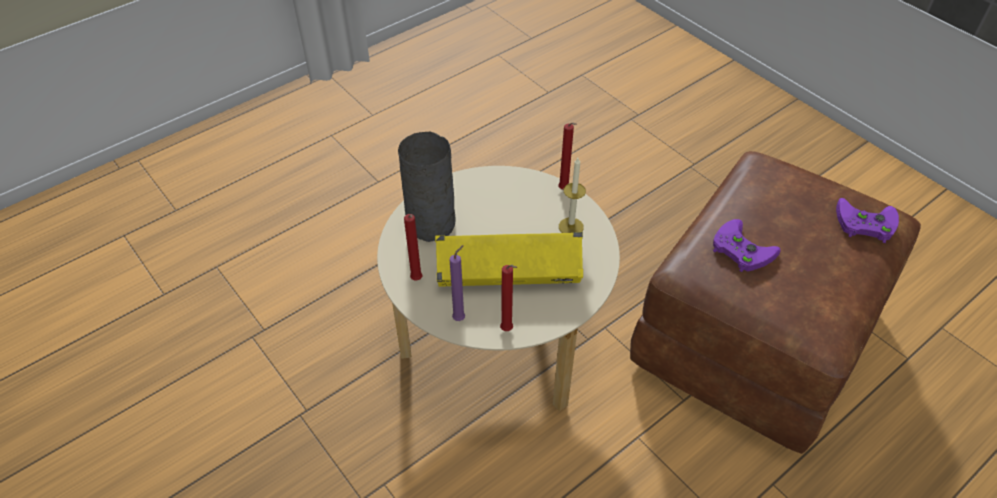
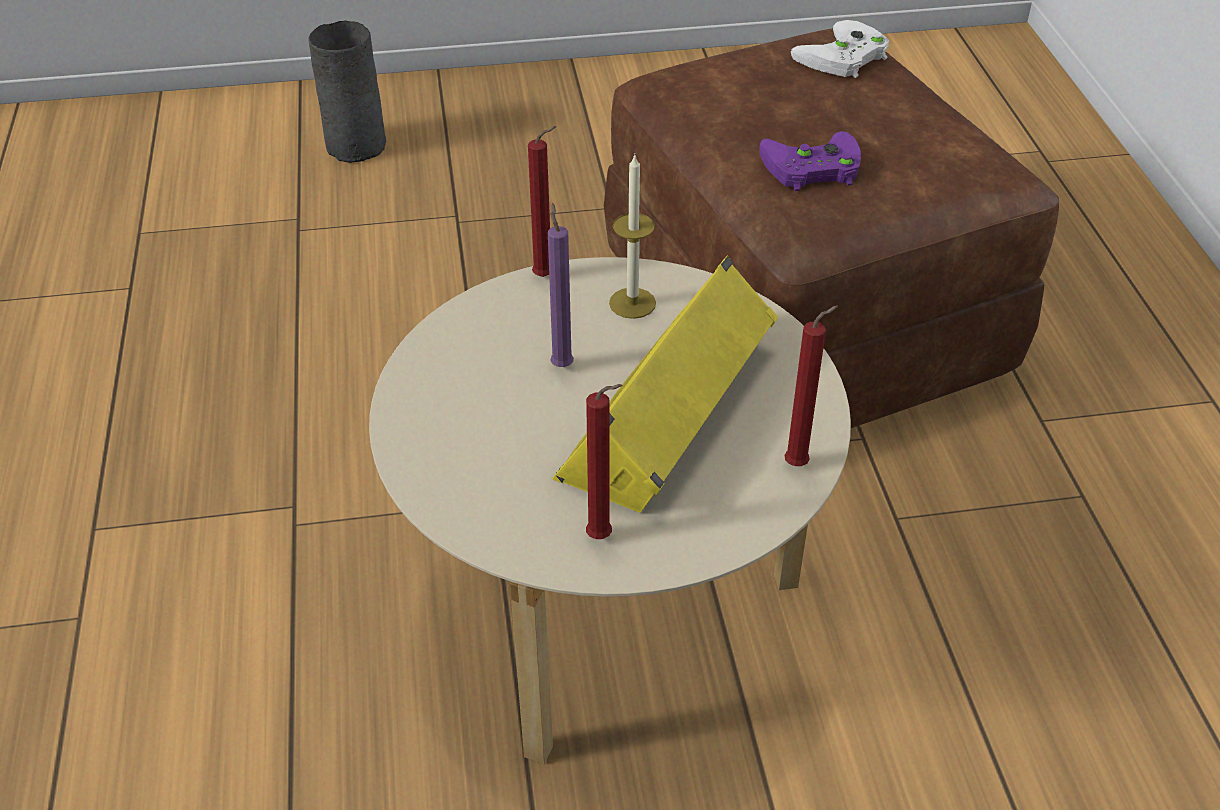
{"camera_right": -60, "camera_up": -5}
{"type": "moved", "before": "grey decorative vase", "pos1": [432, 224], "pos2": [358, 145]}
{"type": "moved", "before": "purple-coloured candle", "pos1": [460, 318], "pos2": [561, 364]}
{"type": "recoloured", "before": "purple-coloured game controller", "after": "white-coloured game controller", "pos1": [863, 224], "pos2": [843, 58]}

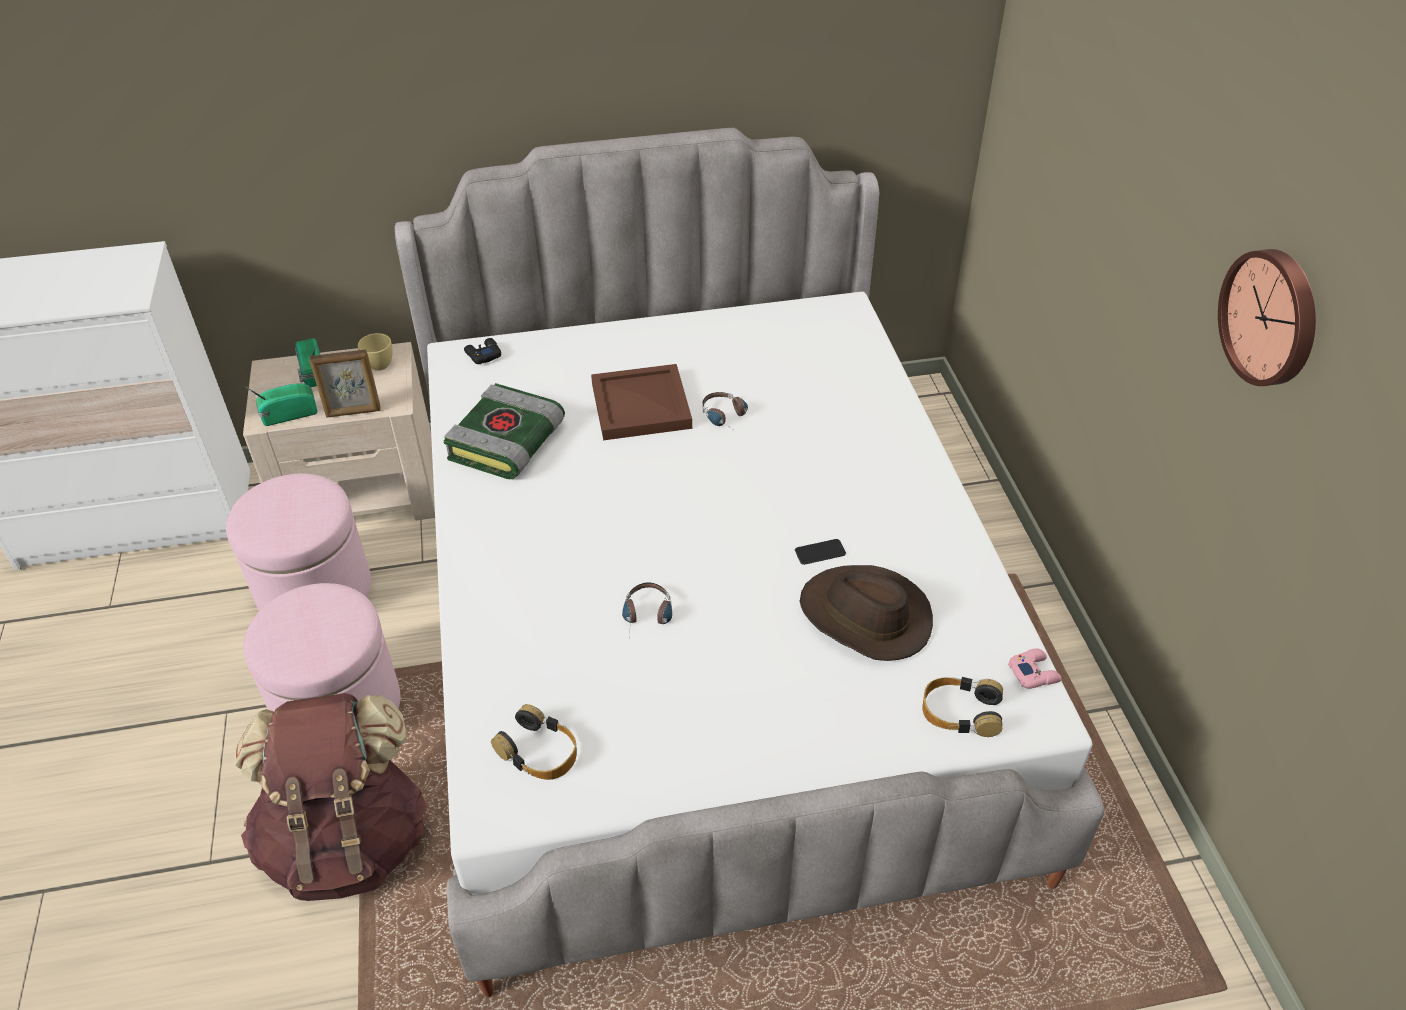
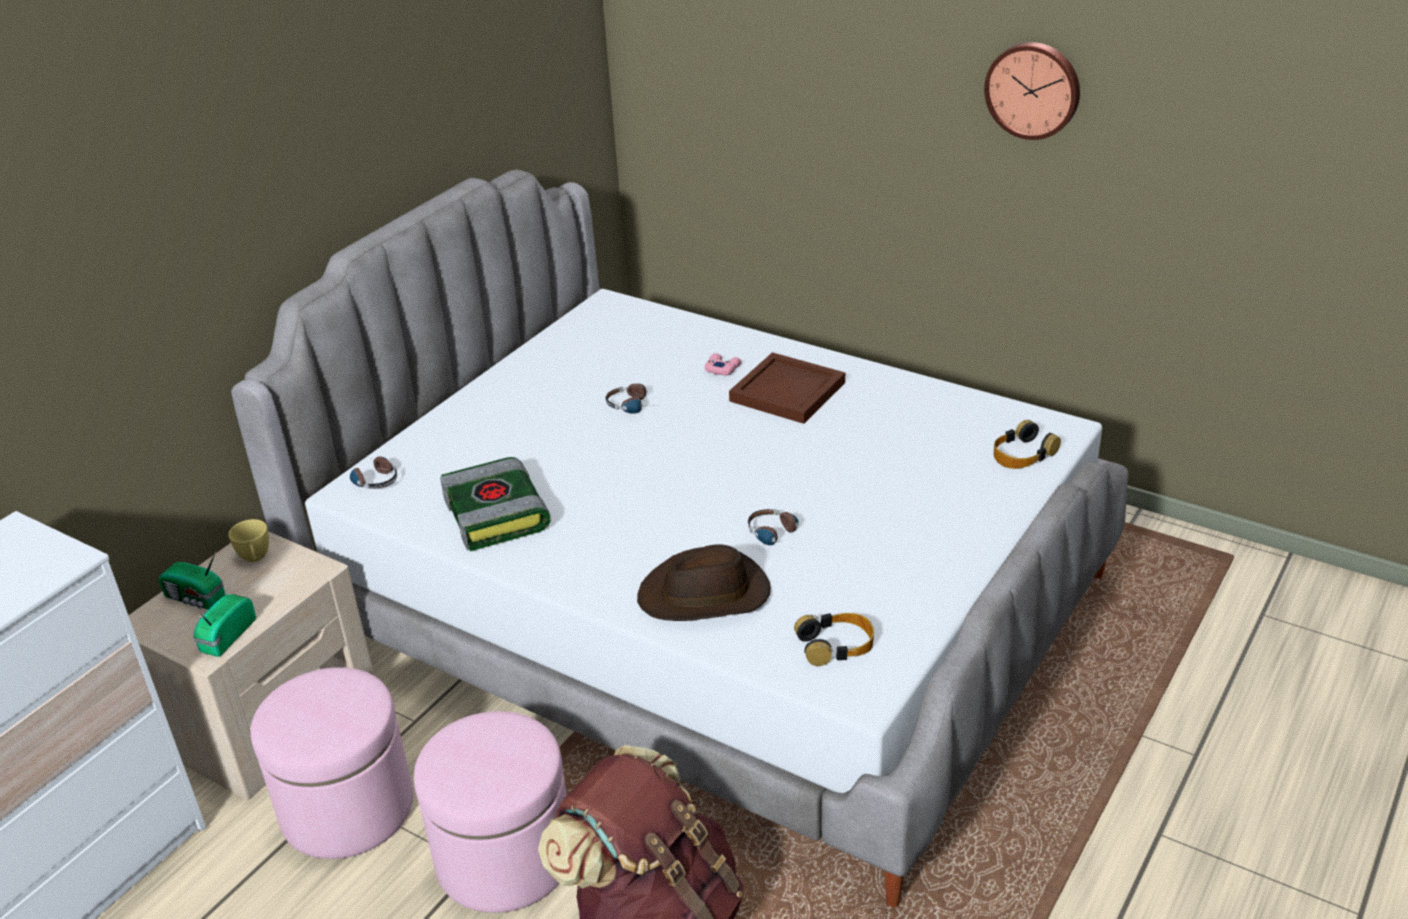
{"camera_right": -45, "camera_up": -10}
{"type": "removed", "before": "picture frame", "pos1": [353, 412]}
{"type": "replaced", "before": "blackish game controller", "after": "headphones", "pos1": [483, 355], "pos2": [372, 479]}
{"type": "moved", "before": "brownish carrying tray", "pos1": [642, 406], "pos2": [789, 391]}
{"type": "removed", "before": "telephone", "pos1": [820, 552]}
{"type": "moved", "before": "brownish wearable hat", "pos1": [865, 617], "pos2": [705, 594]}
{"type": "moved", "before": "pinkish game controller", "pos1": [1033, 673], "pos2": [722, 368]}

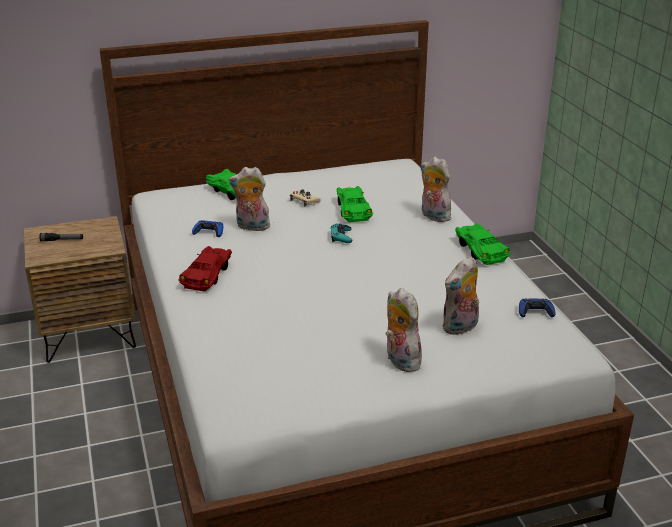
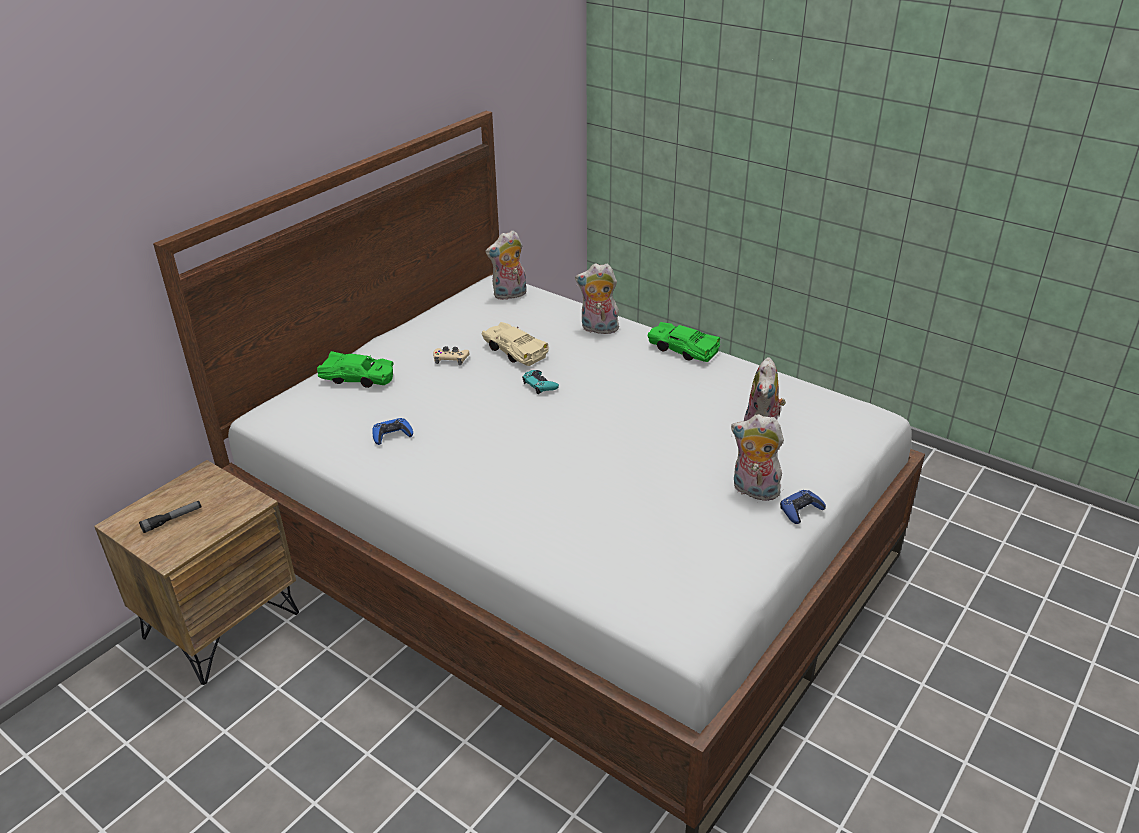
{"camera_right": -35, "camera_up": 5}
{"type": "removed", "before": "red miniature car", "pos1": [208, 275]}
{"type": "moved", "before": "plush toy", "pos1": [251, 227], "pos2": [509, 295]}
{"type": "recoloured", "before": "green miniature car", "after": "sand-coloured miniature car", "pos1": [353, 210], "pos2": [514, 351]}
{"type": "moved", "before": "blue game controller", "pos1": [535, 312], "pos2": [801, 510]}

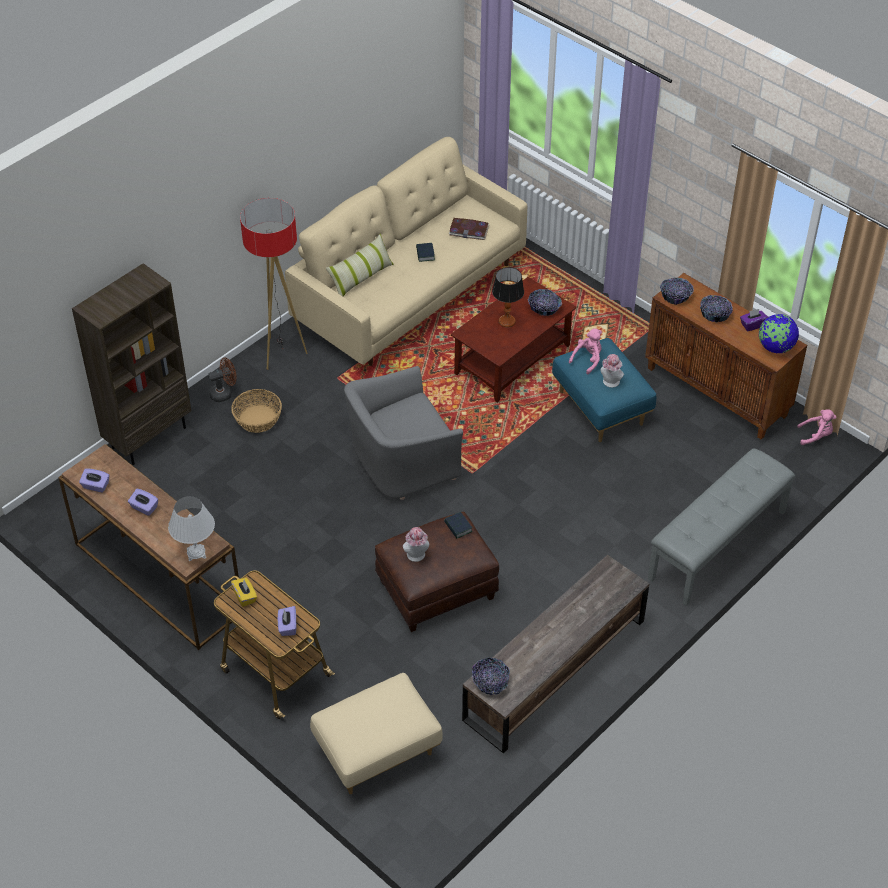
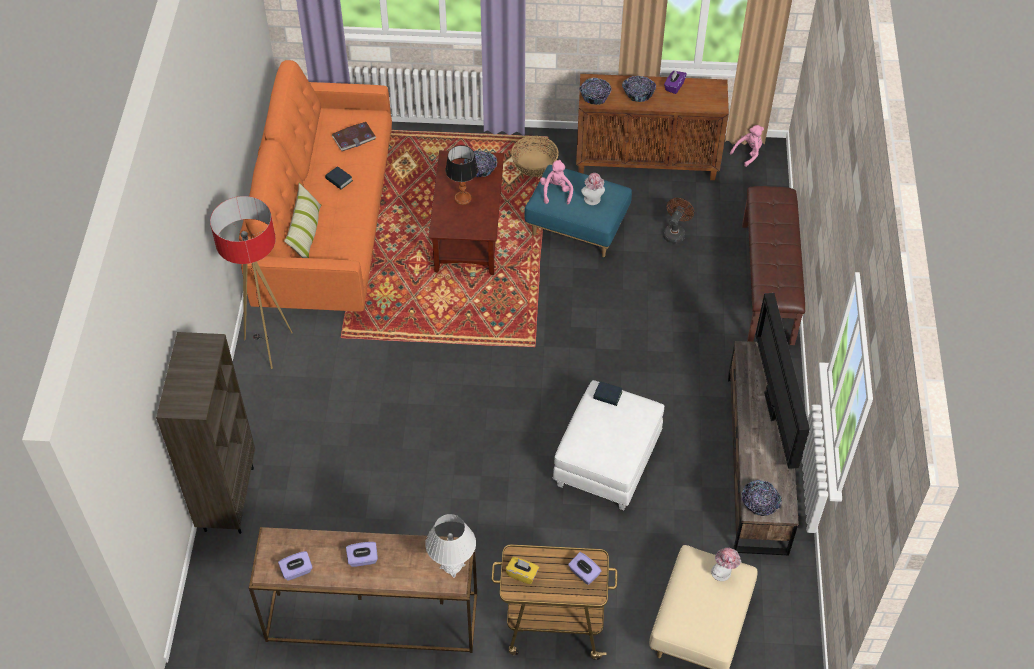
{"camera_right": -40, "camera_up": 5}
{"type": "moved", "before": "brownish cooling fan", "pos1": [224, 393], "pos2": [675, 232]}
{"type": "moved", "before": "basket", "pos1": [258, 418], "pos2": [534, 164]}
{"type": "recoloured", "before": "sand-coloured settee", "after": "orangey settee", "pos1": [410, 293], "pos2": [326, 226]}
{"type": "removed", "before": "grey easy chair", "pos1": [402, 461]}
{"type": "recoloured", "before": "brownish pouffe", "after": "white-coloured pouffe", "pos1": [437, 589], "pos2": [606, 460]}
{"type": "moved", "before": "wearable hat", "pos1": [416, 556], "pos2": [723, 573]}
{"type": "recoloured", "before": "grey bench", "after": "brownish bench", "pos1": [718, 545], "pos2": [768, 283]}
{"type": "removed", "before": "globe", "pos1": [775, 347]}
{"type": "added", "after": "television", "pos2": [772, 408]}

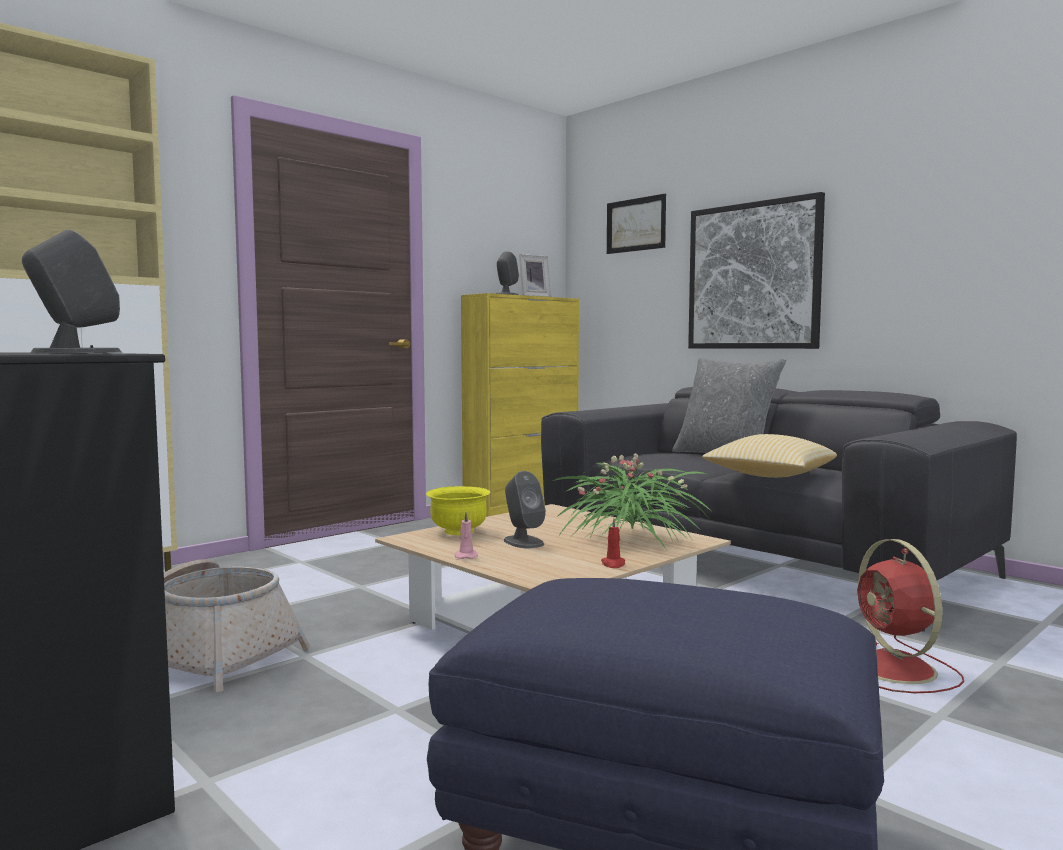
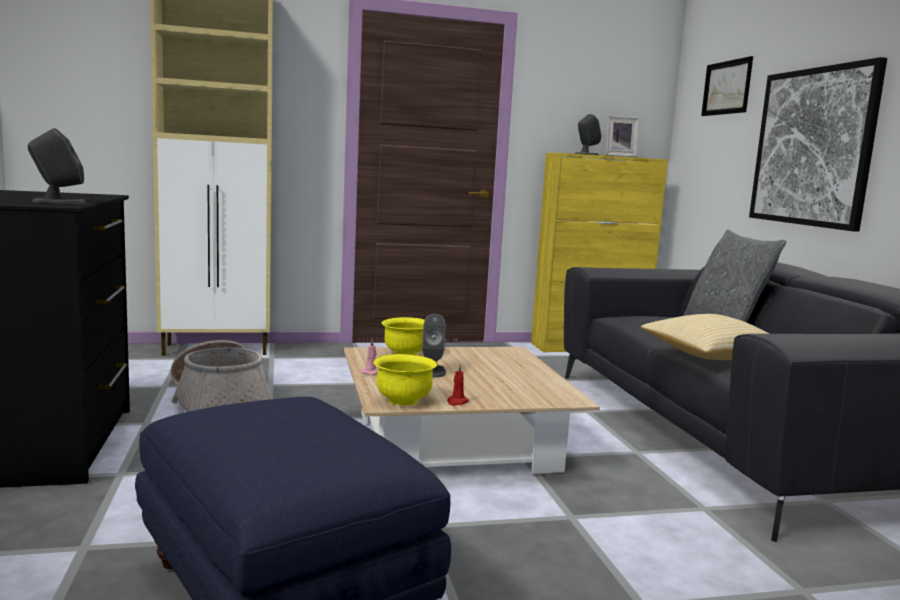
{"camera_right": 30, "camera_up": 5}
{"type": "removed", "before": "plant in a pot", "pos1": [629, 538]}
{"type": "removed", "before": "red cooling fan", "pos1": [896, 670]}
{"type": "added", "after": "yellow-coloured serving bowl", "pos2": [403, 400]}

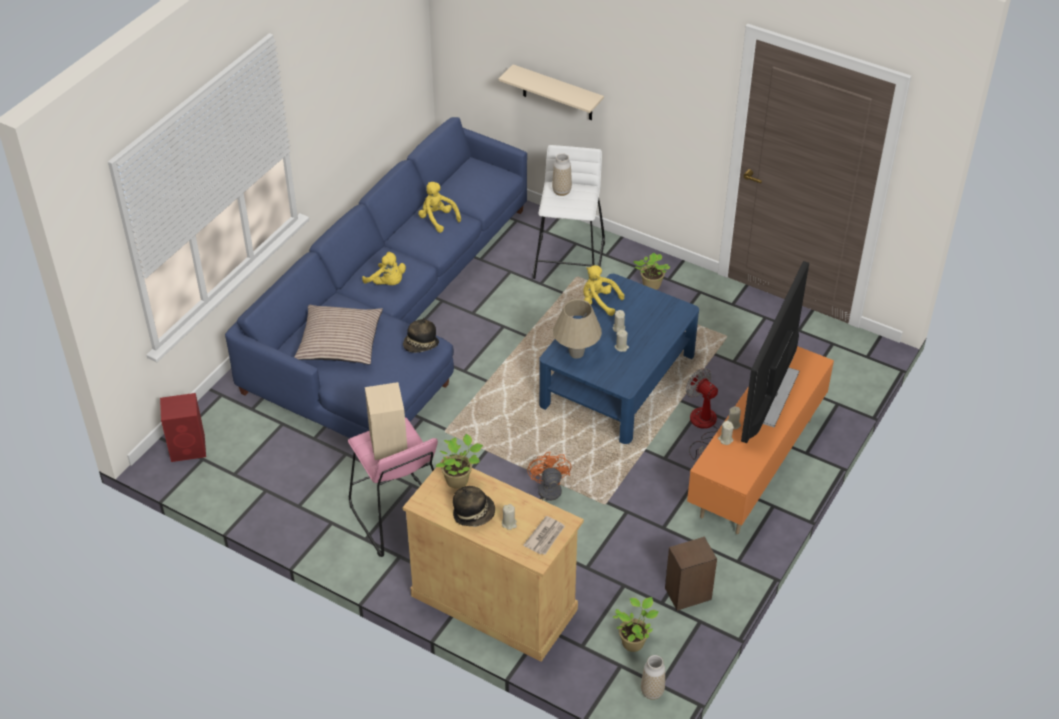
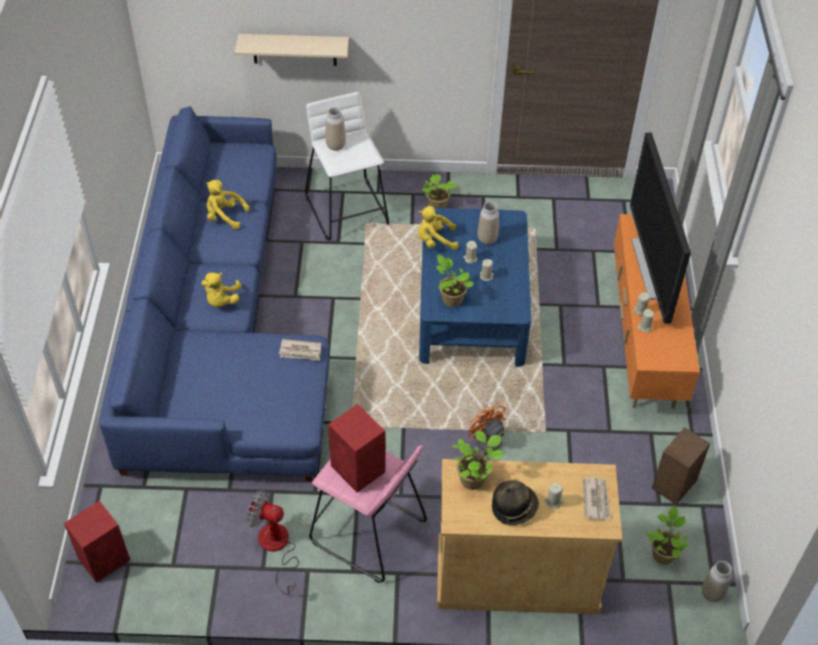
{"camera_right": -30, "camera_up": 5}
{"type": "removed", "before": "throw pillow", "pos1": [339, 342]}
{"type": "turned", "before": "yellow-coloured plush toy", "pos1": [387, 283], "pos2": [221, 300], "turn": 90}
{"type": "recoloured", "before": "sand-coloured audio speaker", "after": "red audio speaker", "pos1": [388, 444], "pos2": [358, 470]}
{"type": "replaced", "before": "wearable hat", "after": "printed paper", "pos1": [421, 346], "pos2": [300, 351]}
{"type": "replaced", "before": "sand-coloured lamp for a table", "after": "plant in a pot", "pos1": [576, 353], "pos2": [451, 299]}
{"type": "moved", "before": "cooling fan", "pos1": [702, 426], "pos2": [276, 548]}
{"type": "added", "after": "decorative vase", "pos2": [487, 239]}

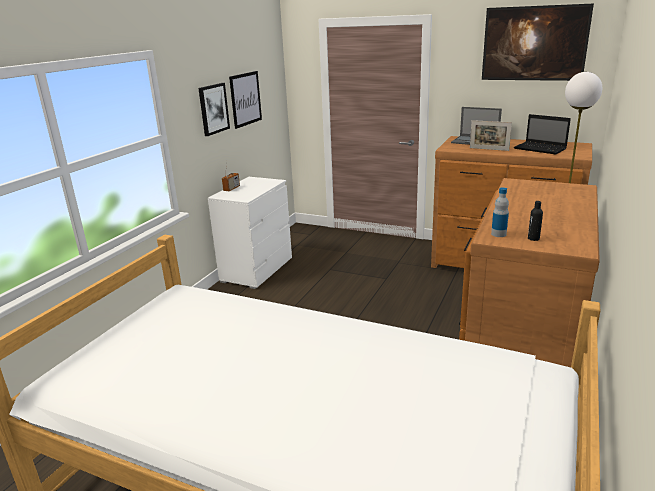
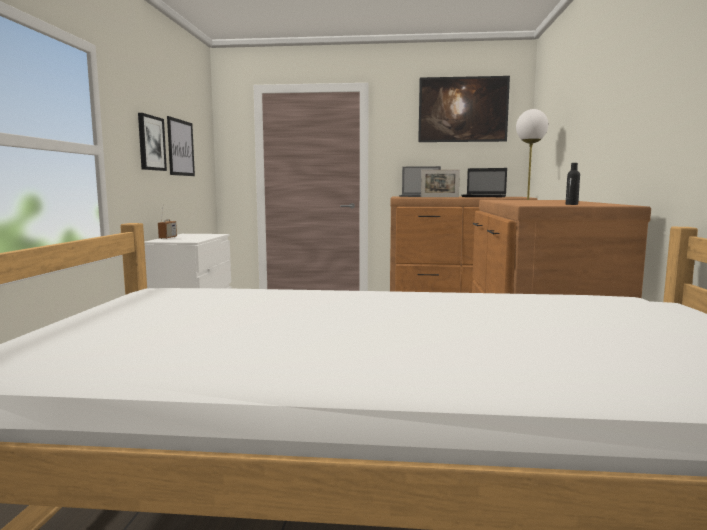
{"camera_right": -20, "camera_up": -15}
{"type": "removed", "before": "beverage bottle", "pos1": [498, 234]}

